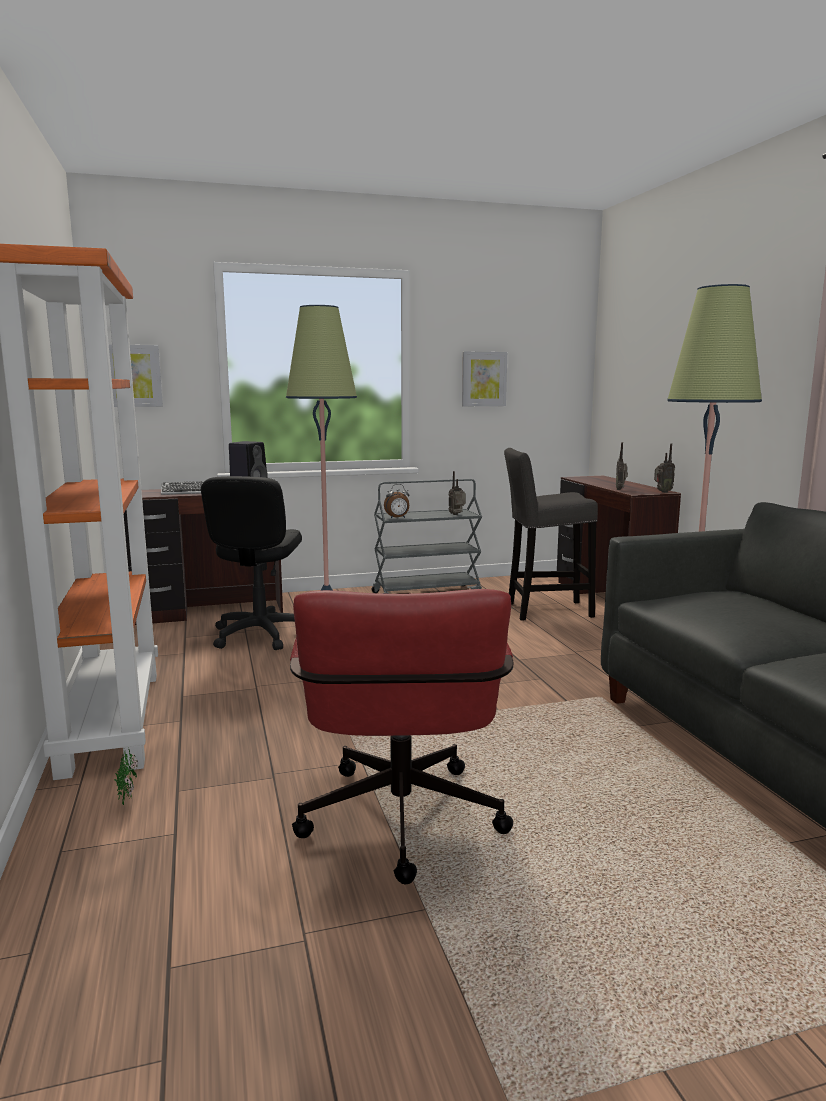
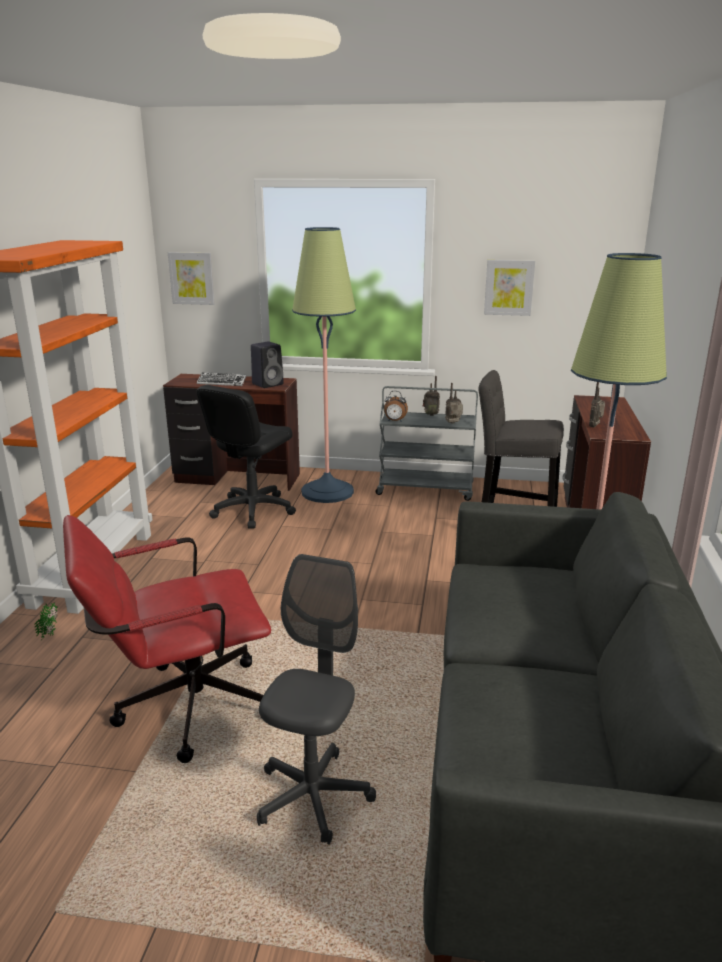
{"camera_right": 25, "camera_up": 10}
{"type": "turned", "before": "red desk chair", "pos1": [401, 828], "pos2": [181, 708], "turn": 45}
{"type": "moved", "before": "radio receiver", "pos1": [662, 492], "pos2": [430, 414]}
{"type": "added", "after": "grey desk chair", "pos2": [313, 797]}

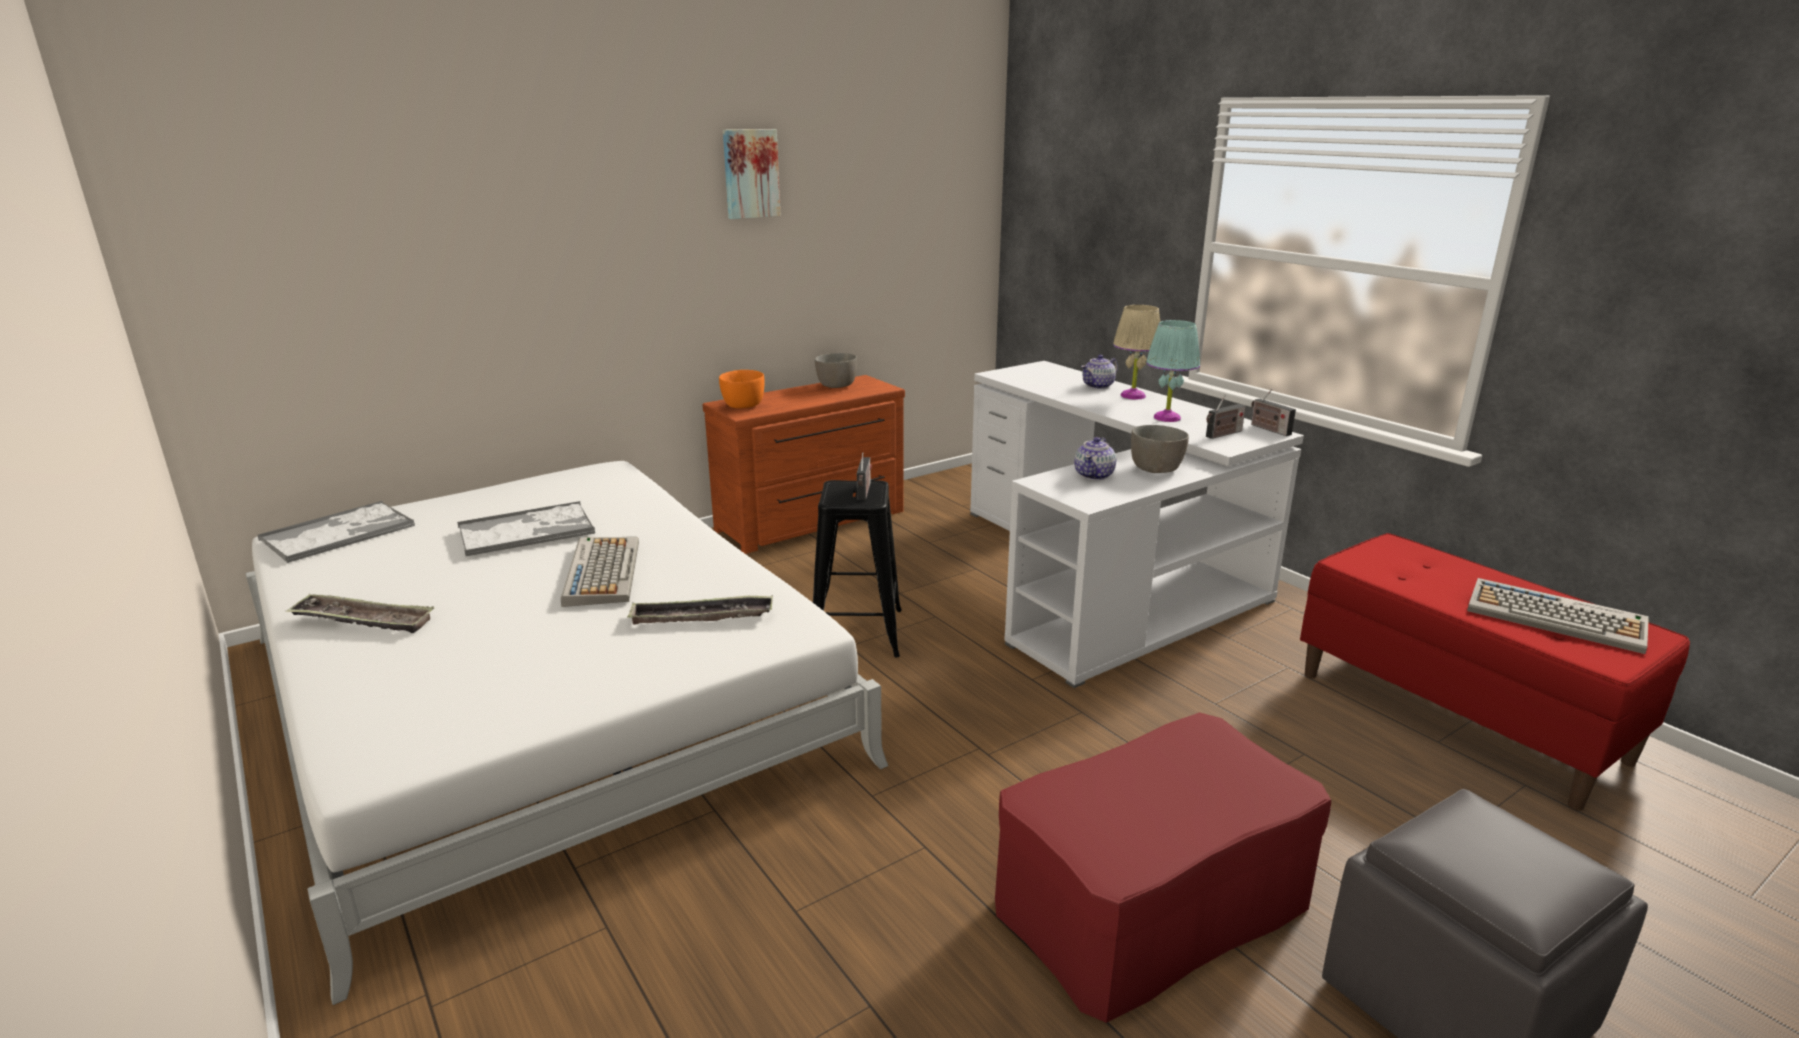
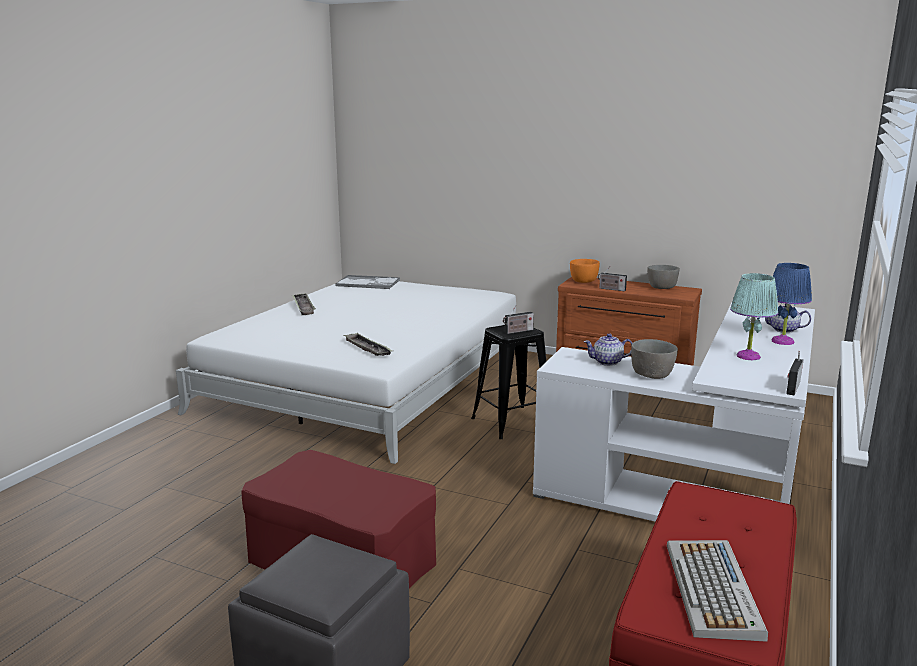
{"camera_right": 60, "camera_up": -5}
{"type": "removed", "before": "carrying tray", "pos1": [527, 530]}
{"type": "removed", "before": "computer keyboard", "pos1": [601, 572]}
{"type": "removed", "before": "wall picture", "pos1": [750, 173]}
{"type": "recoloured", "before": "sand-coloured lamp for a table", "after": "blue lamp for a table", "pos1": [1133, 396], "pos2": [783, 341]}
{"type": "moved", "before": "radio receiver", "pos1": [1223, 434], "pos2": [611, 289]}

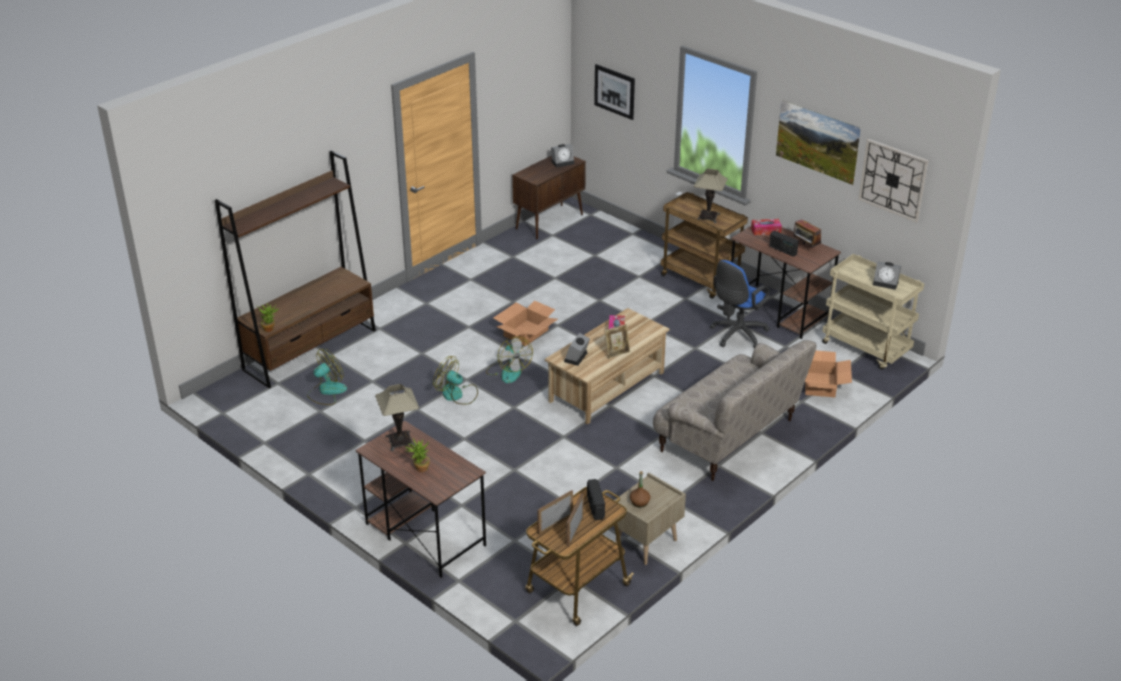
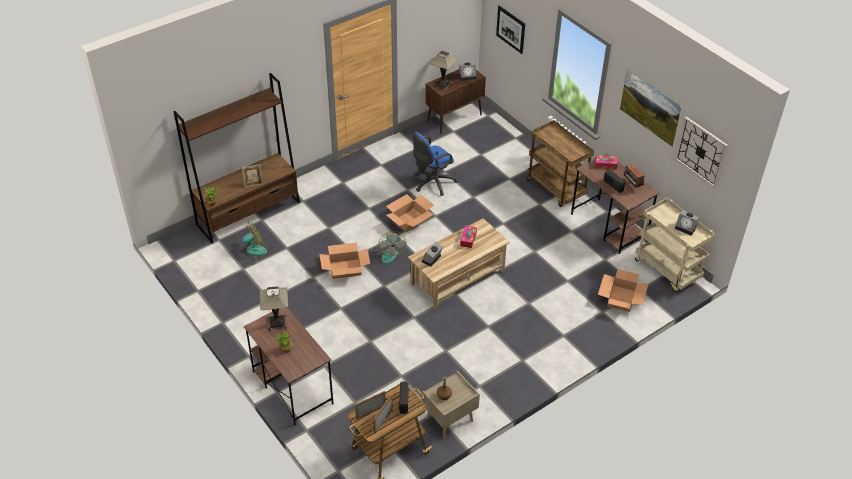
{"camera_right": 10, "camera_up": 10}
{"type": "replaced", "before": "cooling fan", "after": "cardboard box", "pos1": [457, 395], "pos2": [345, 268]}
{"type": "moved", "before": "picture frame", "pos1": [617, 353], "pos2": [253, 183]}
{"type": "removed", "before": "sand-coloured settee", "pos1": [729, 437]}
{"type": "moved", "before": "lamp for a table", "pos1": [708, 217], "pos2": [442, 84]}
{"type": "moved", "before": "blue desk chair", "pos1": [736, 335], "pos2": [432, 183]}

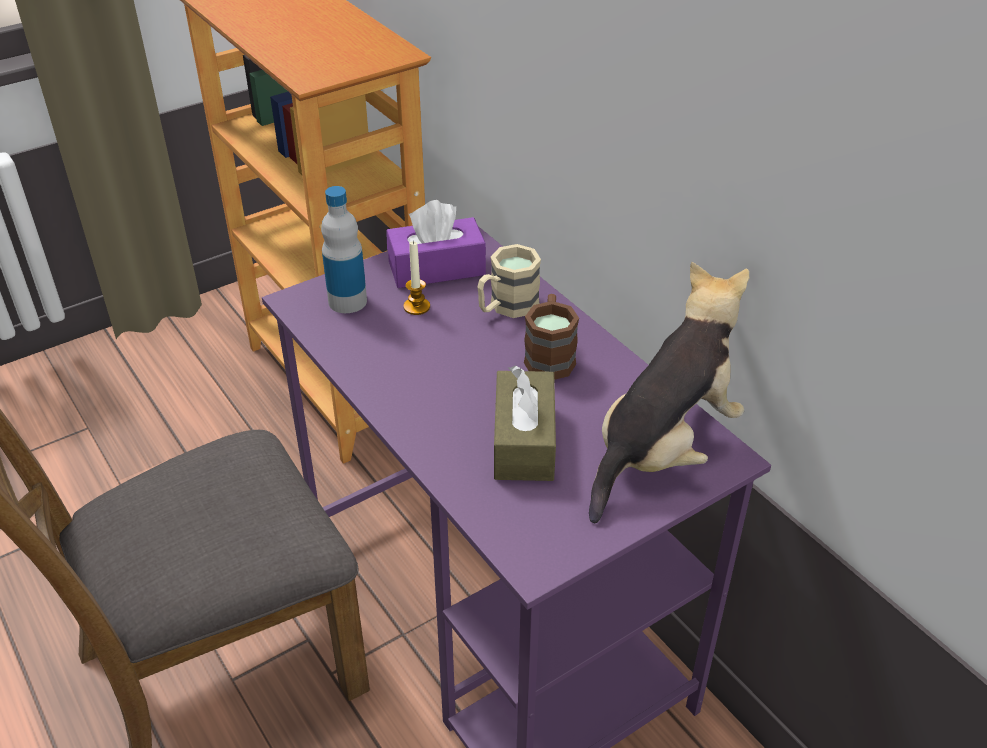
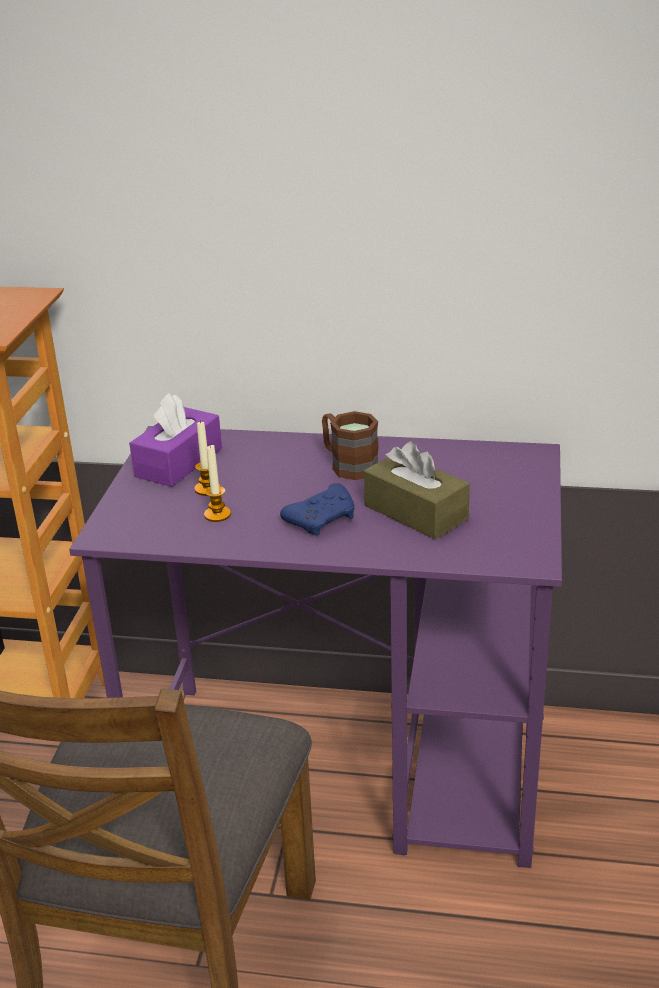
{"camera_right": -45, "camera_up": -10}
{"type": "removed", "before": "beverage bottle", "pos1": [347, 301]}
{"type": "removed", "before": "sand-coloured mug", "pos1": [506, 307]}
{"type": "removed", "before": "plush toy", "pos1": [663, 449]}
{"type": "added", "after": "candle", "pos2": [217, 515]}
{"type": "added", "after": "blue game controller", "pos2": [323, 519]}

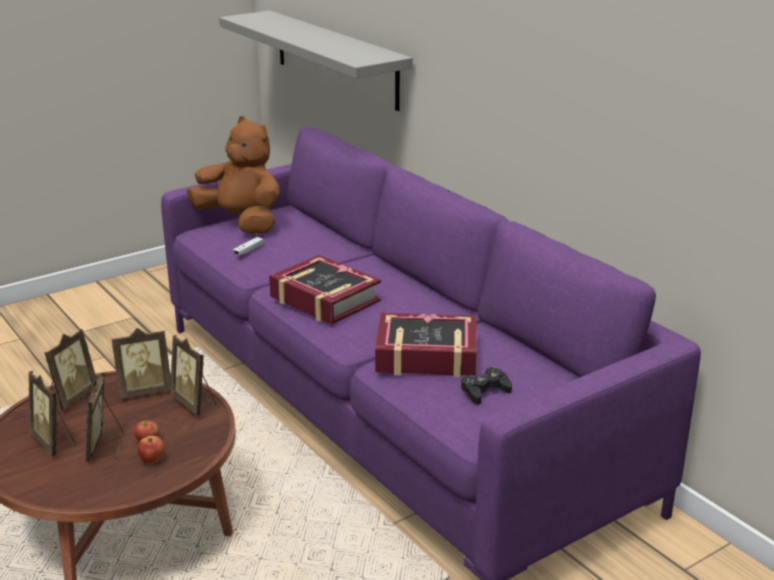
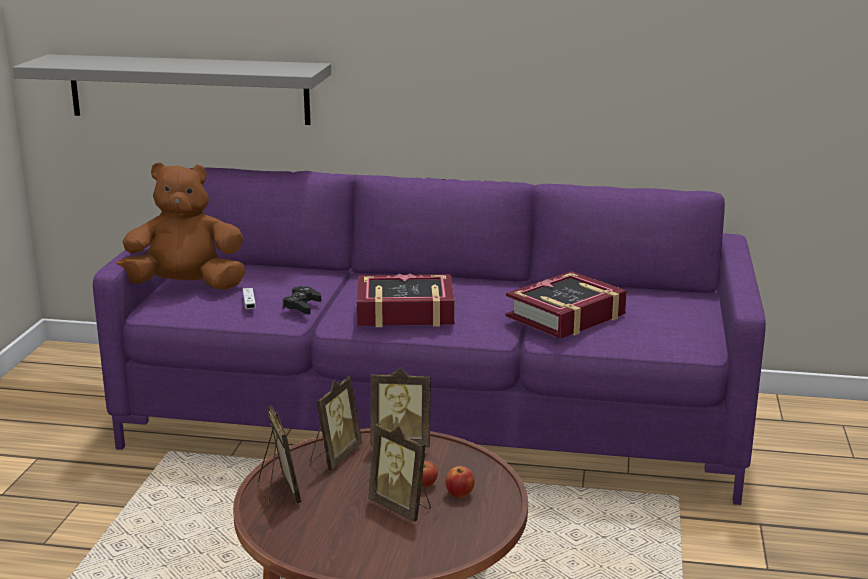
{"camera_right": -45, "camera_up": -5}
{"type": "removed", "before": "picture frame", "pos1": [54, 442]}
{"type": "moved", "before": "blackish game controller", "pos1": [484, 391], "pos2": [302, 306]}

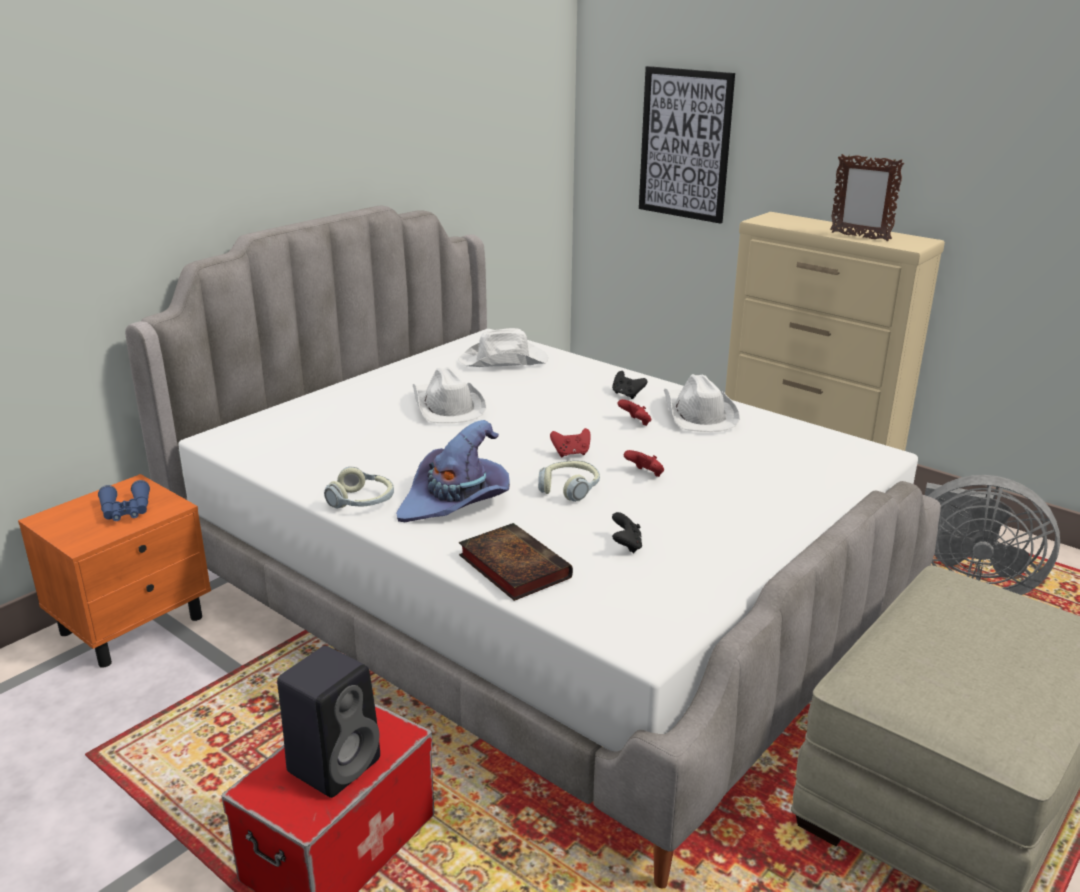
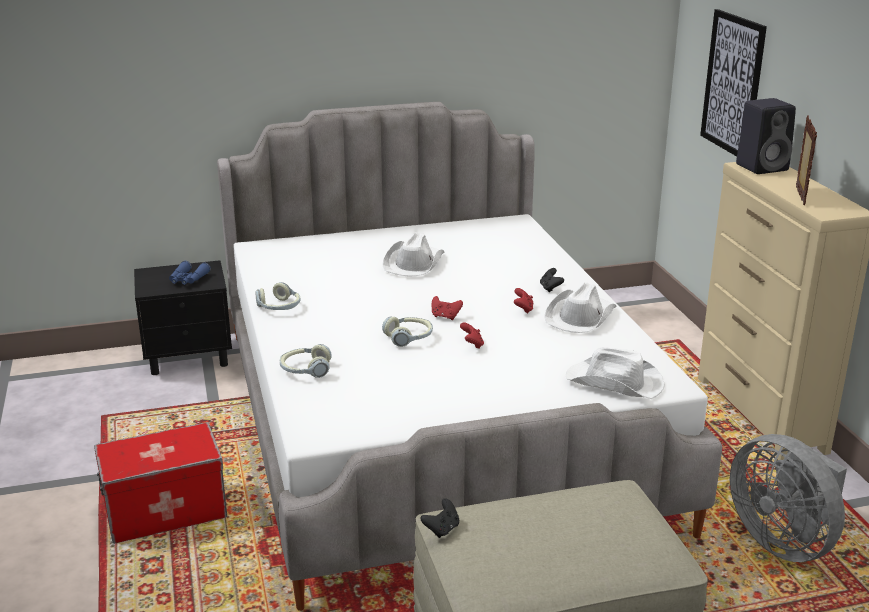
{"camera_right": 35, "camera_up": 0}
{"type": "recoloured", "before": "orangey nightstand", "after": "blackish nightstand", "pos1": [134, 624], "pos2": [189, 357]}
{"type": "moved", "before": "blackish audio speaker", "pos1": [335, 763], "pos2": [763, 167]}
{"type": "removed", "before": "purple-coloured wearable hat", "pos1": [456, 501]}
{"type": "moved", "before": "white-coloured wearable hat", "pos1": [504, 361], "pos2": [615, 383]}
{"type": "replaced", "before": "book", "after": "headphones", "pos1": [511, 566], "pos2": [305, 370]}
{"type": "moved", "before": "blackish game controller", "pos1": [626, 546], "pos2": [442, 529]}
{"type": "turned", "before": "picture frame", "pos1": [859, 237], "pos2": [799, 196], "turn": -150}

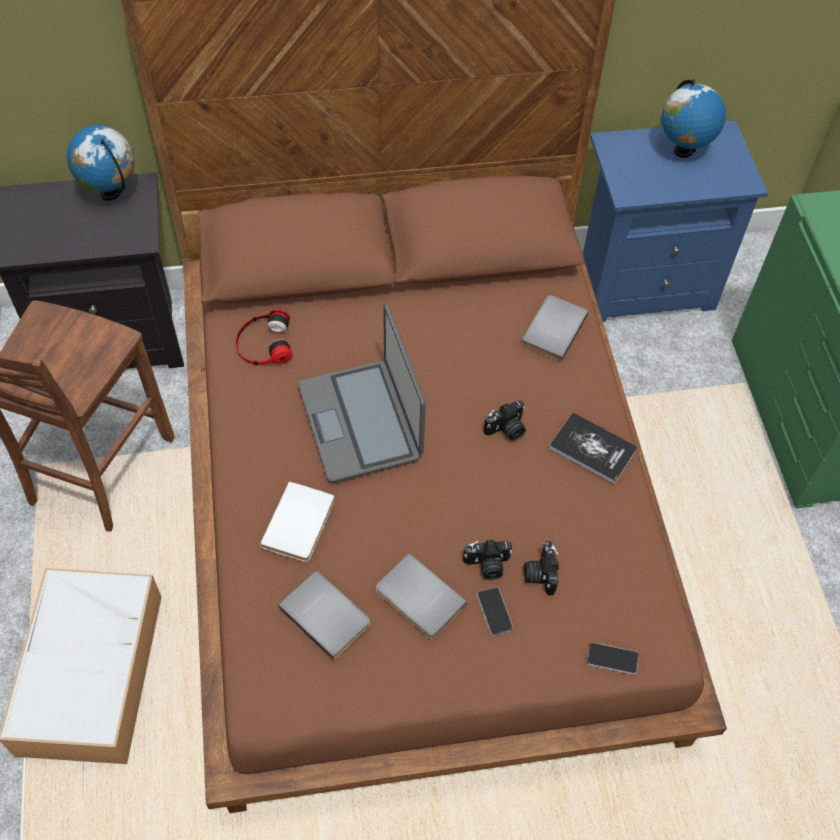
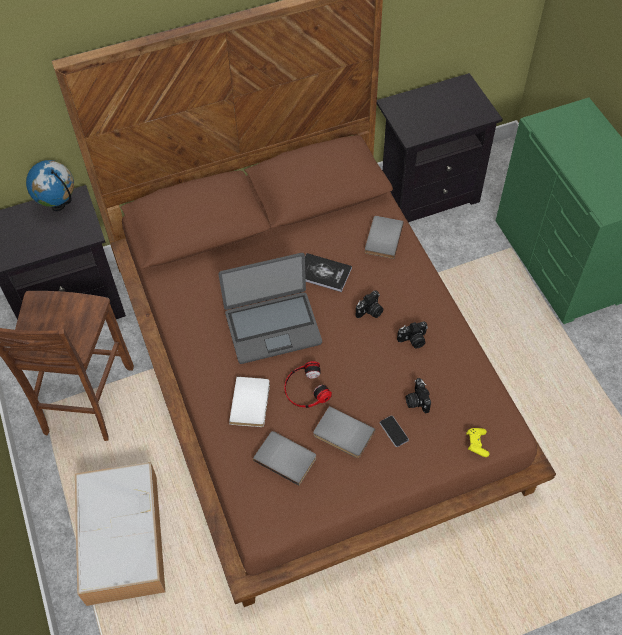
{"camera_right": -10, "camera_up": 0}
{"type": "moved", "before": "headphones", "pos1": [264, 343], "pos2": [305, 389]}
{"type": "turned", "before": "laptop", "pos1": [361, 422], "pos2": [272, 327], "turn": -75}
{"type": "moved", "before": "photo camera", "pos1": [487, 566], "pos2": [413, 340]}
{"type": "moved", "before": "book", "pos1": [592, 448], "pos2": [323, 273]}
{"type": "recoloured", "before": "blue nightstand", "after": "blackish nightstand", "pos1": [644, 283], "pos2": [427, 193]}
{"type": "replaced", "before": "telephone", "after": "yellow-coloured game controller", "pos1": [612, 658], "pos2": [476, 444]}
{"type": "removed", "before": "globe", "pos1": [683, 151]}

